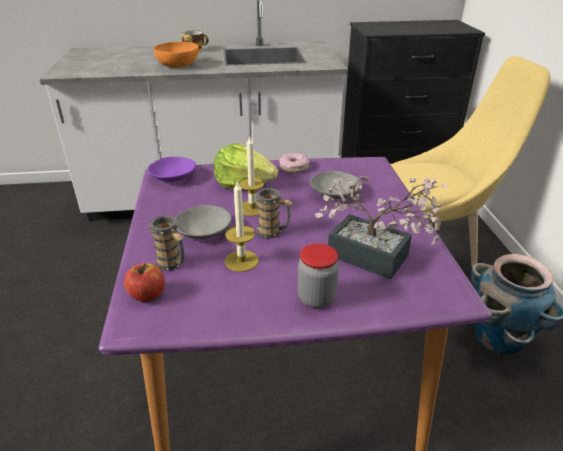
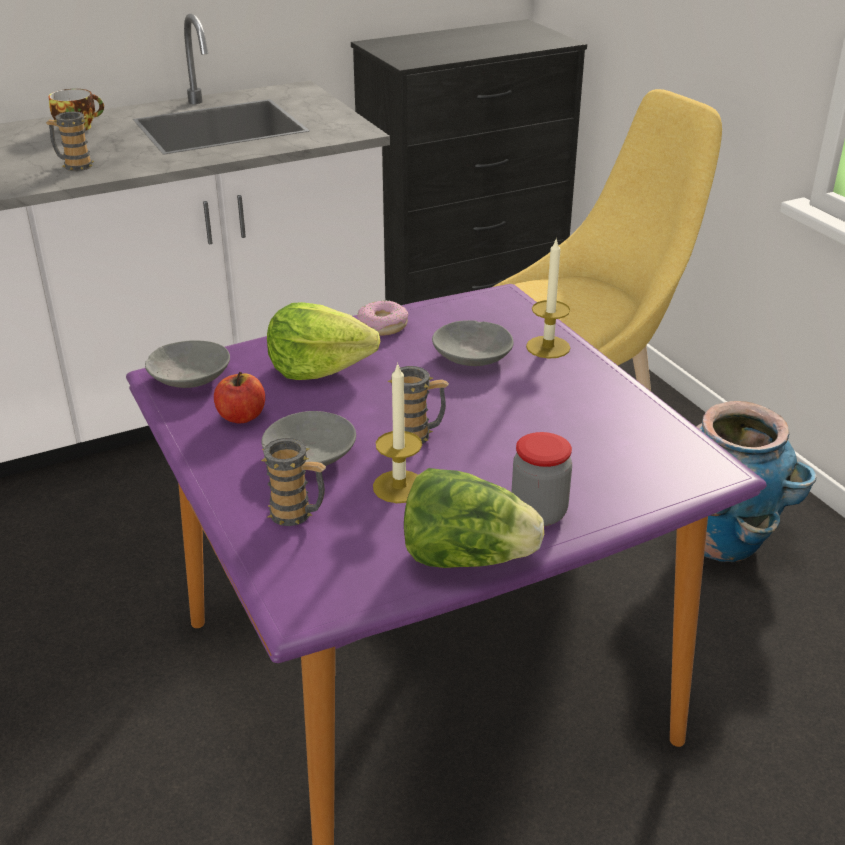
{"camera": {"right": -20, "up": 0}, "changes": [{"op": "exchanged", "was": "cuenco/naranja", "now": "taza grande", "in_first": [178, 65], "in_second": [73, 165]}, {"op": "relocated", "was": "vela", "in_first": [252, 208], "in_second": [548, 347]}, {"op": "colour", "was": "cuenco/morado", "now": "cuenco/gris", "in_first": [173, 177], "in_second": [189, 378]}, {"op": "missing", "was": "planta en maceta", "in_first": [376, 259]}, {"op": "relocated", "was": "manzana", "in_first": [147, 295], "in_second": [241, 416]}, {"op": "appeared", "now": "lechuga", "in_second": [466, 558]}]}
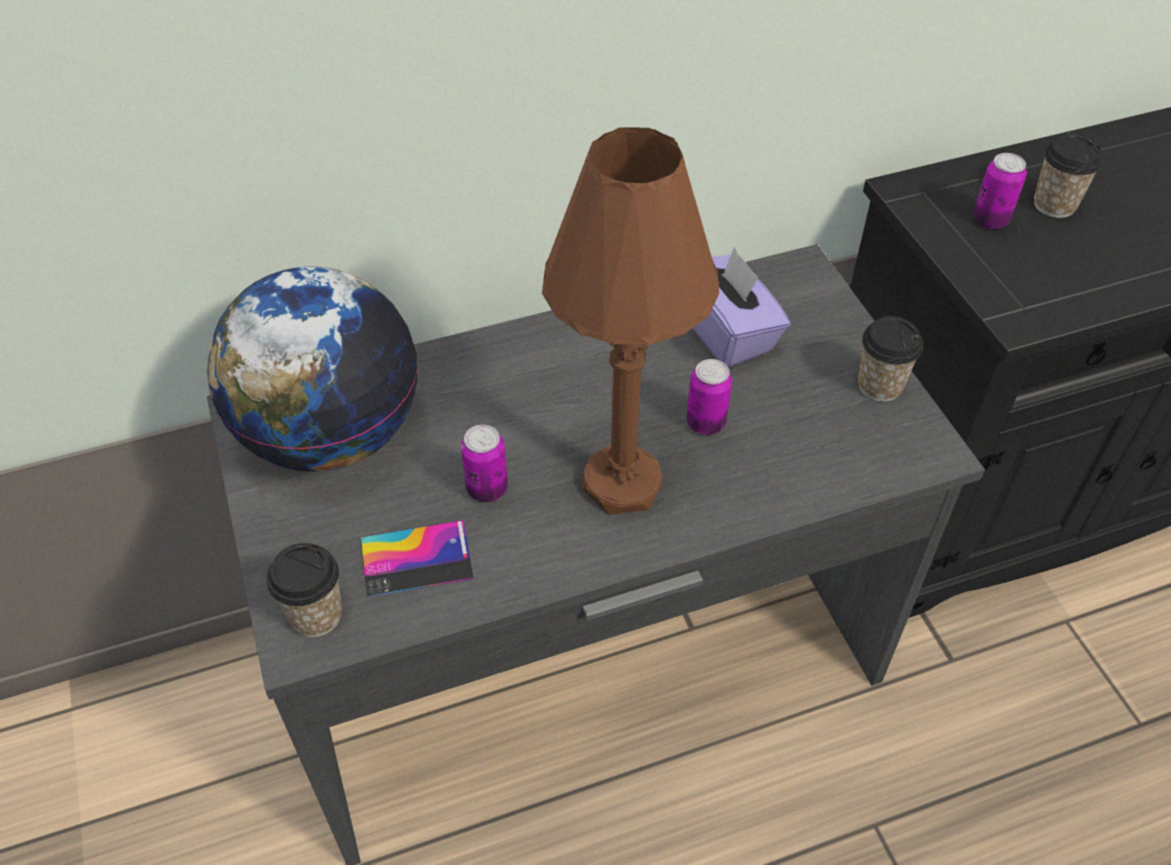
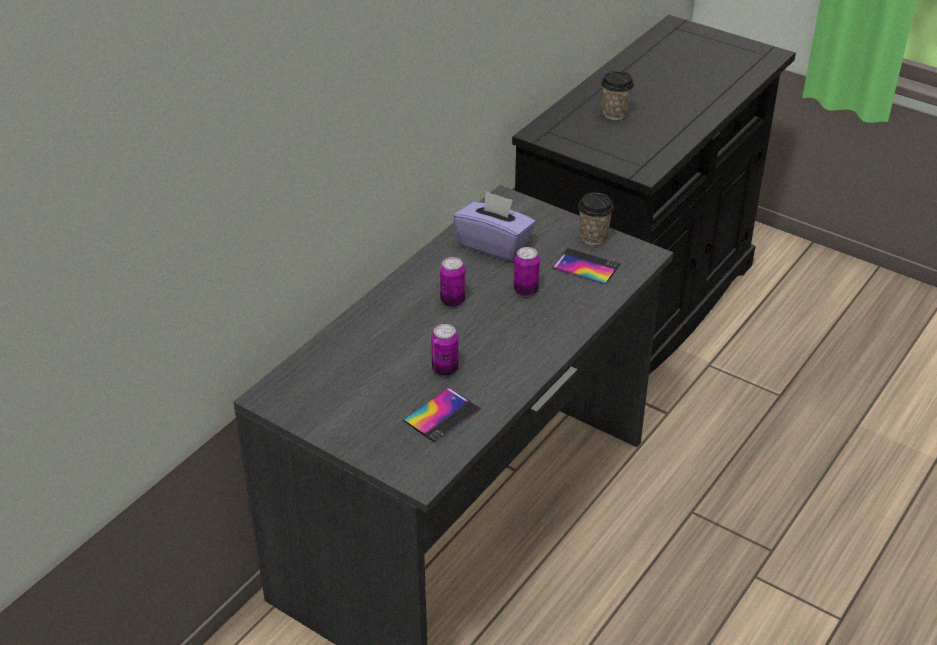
{"camera": {"right": -35, "up": -10}, "changes": [{"op": "missing", "was": "lámpara de mesa/marrón", "in_first": [622, 484]}, {"op": "relocated", "was": "lata", "in_first": [990, 220], "in_second": [452, 301]}, {"op": "missing", "was": "globo terráqueo", "in_first": [330, 435]}, {"op": "missing", "was": "taza", "in_first": [316, 615]}, {"op": "appeared", "now": "móvil", "in_second": [586, 266]}]}
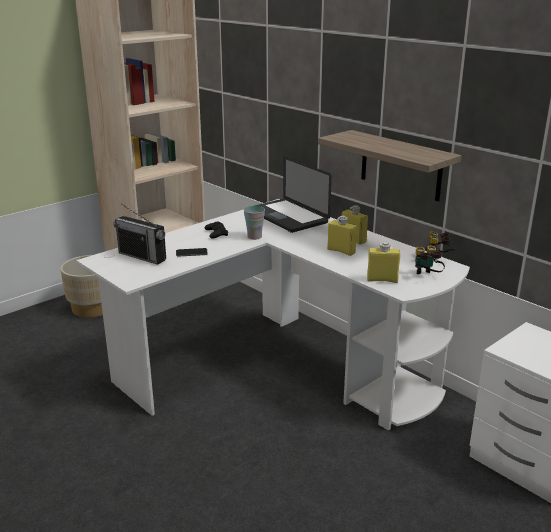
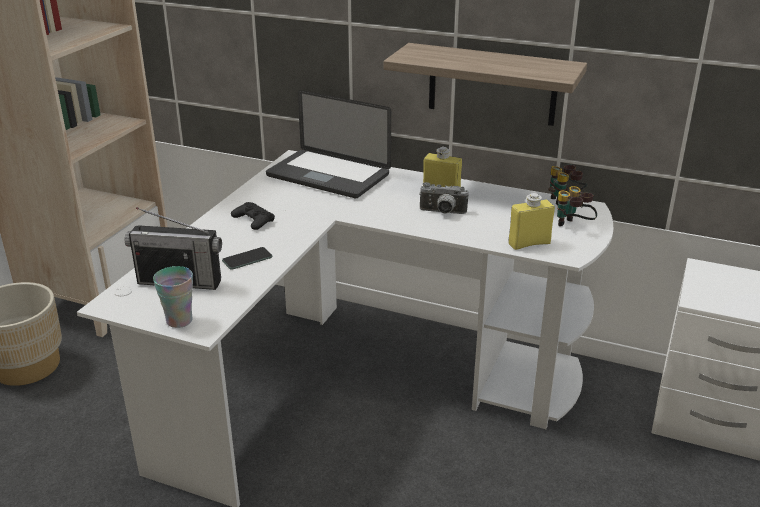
{"camera": {"right": -25, "up": 5}, "changes": [{"op": "relocated", "was": "taza", "in_first": [254, 237], "in_second": [179, 320]}, {"op": "exchanged", "was": "botella/amarillo", "now": "cámara", "in_first": [341, 251], "in_second": [442, 213]}]}
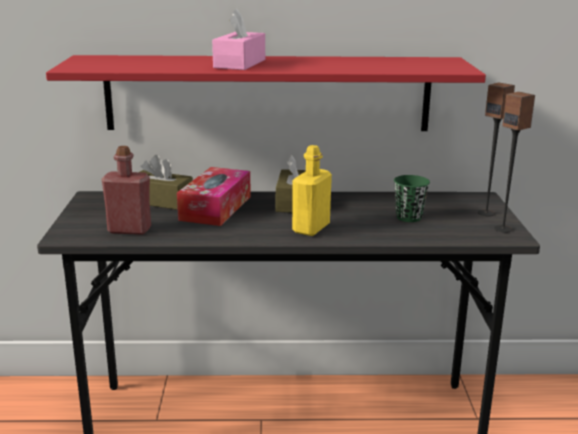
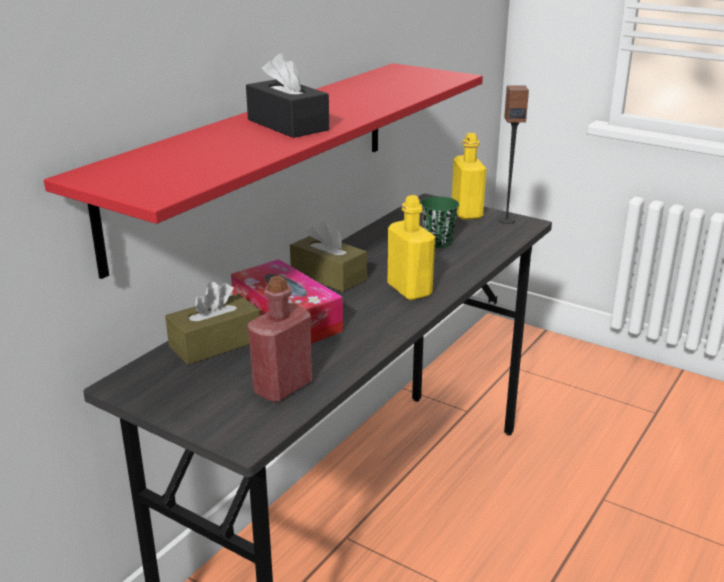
{"camera": {"right": -55, "up": 5}, "changes": [{"op": "colour", "was": "caja de pañuelos/rosa", "now": "caja de pañuelos/negro", "in_first": [240, 63], "in_second": [287, 125]}, {"op": "exchanged", "was": "altavoz", "now": "botella/amarillo", "in_first": [486, 213], "in_second": [466, 213]}]}
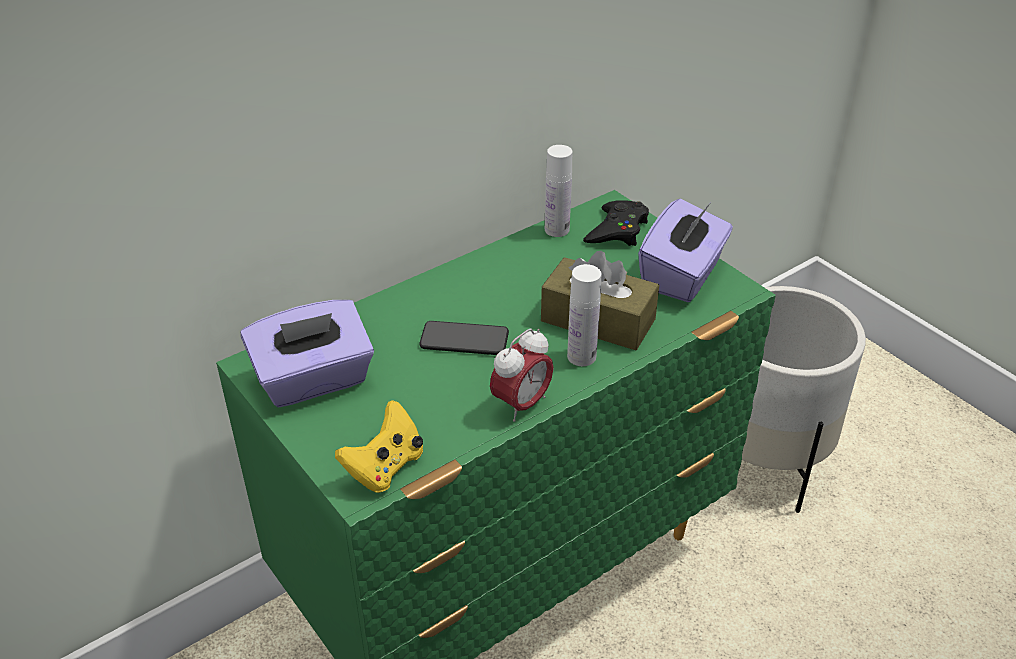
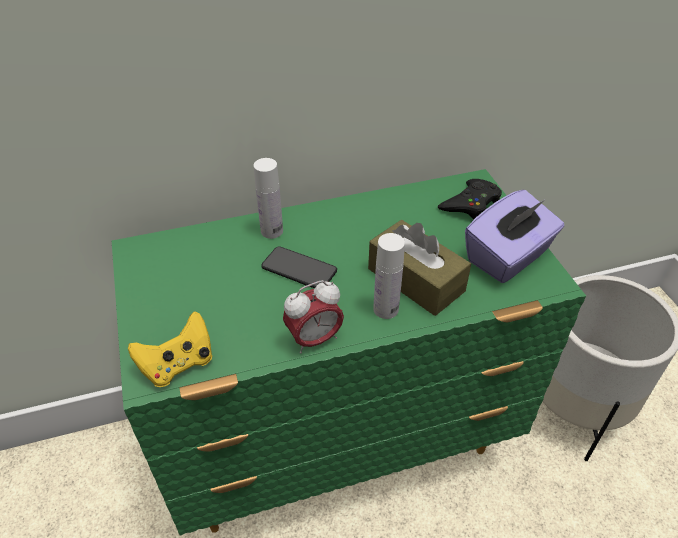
{"camera": {"right": 20, "up": 5}, "changes": [{"op": "relocated", "was": "botella/blanco", "in_first": [557, 229], "in_second": [272, 231]}, {"op": "missing", "was": "caja de pañuelos/morado", "in_first": [314, 380]}]}
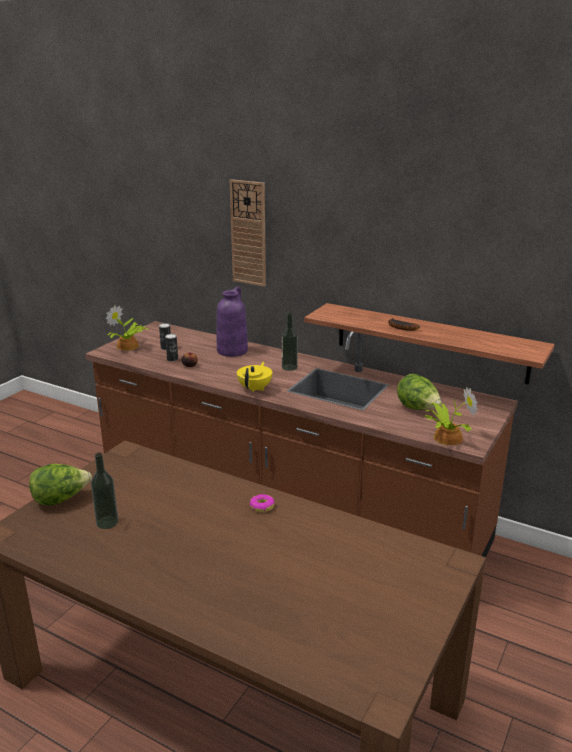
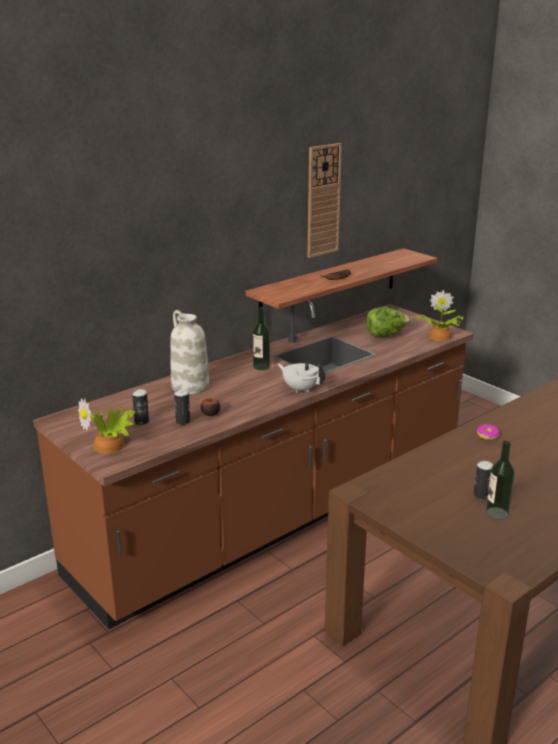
{"camera": {"right": -70, "up": 0}, "changes": [{"op": "relocated", "was": "reloj de pared", "in_first": [248, 233], "in_second": [323, 200]}, {"op": "colour", "was": "florero/morado", "now": "florero/blanco", "in_first": [232, 350], "in_second": [189, 386]}, {"op": "colour", "was": "tetera/amarillo", "now": "tetera/blanco", "in_first": [255, 389], "in_second": [301, 389]}, {"op": "missing", "was": "lechuga", "in_first": [61, 499]}, {"op": "appeared", "now": "lata", "in_second": [481, 495]}]}
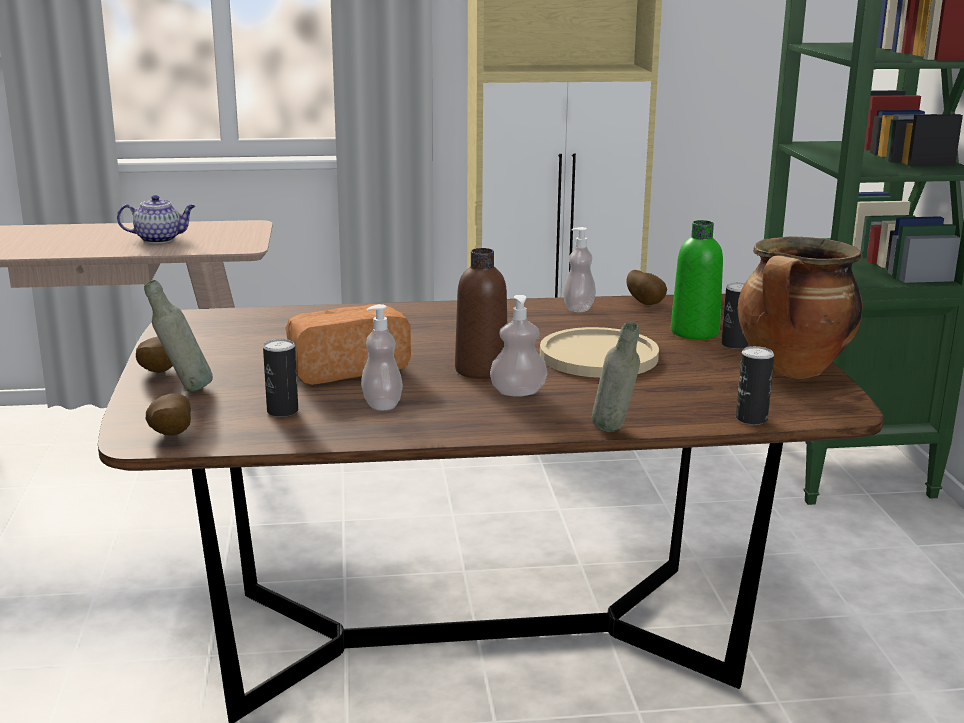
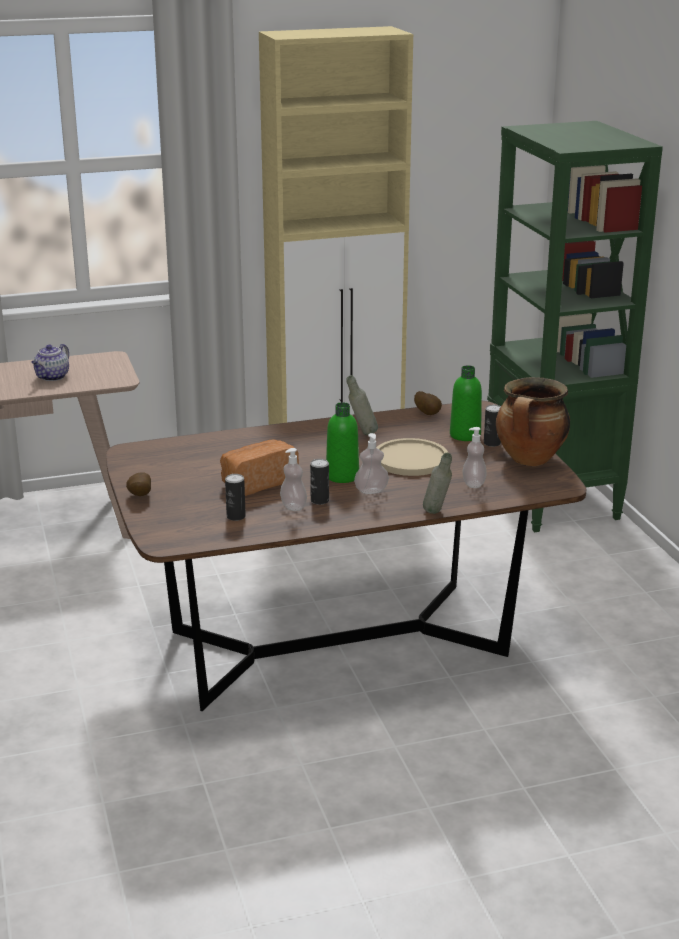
{"camera": {"right": -10, "up": 5}, "changes": [{"op": "spun", "was": "tetera", "in_first": [160, 239], "in_second": [52, 377], "clockwise": 135}, {"op": "relocated", "was": "dispensador de jabón", "in_first": [578, 308], "in_second": [473, 484]}, {"op": "colour", "was": "botella/marrón", "now": "botella/verde", "in_first": [481, 370], "in_second": [342, 476]}, {"op": "relocated", "was": "botella/gris", "in_first": [184, 390], "in_second": [362, 434]}, {"op": "relocated", "was": "lata", "in_first": [751, 419], "in_second": [319, 501]}, {"op": "missing", "was": "patata", "in_first": [170, 436]}]}
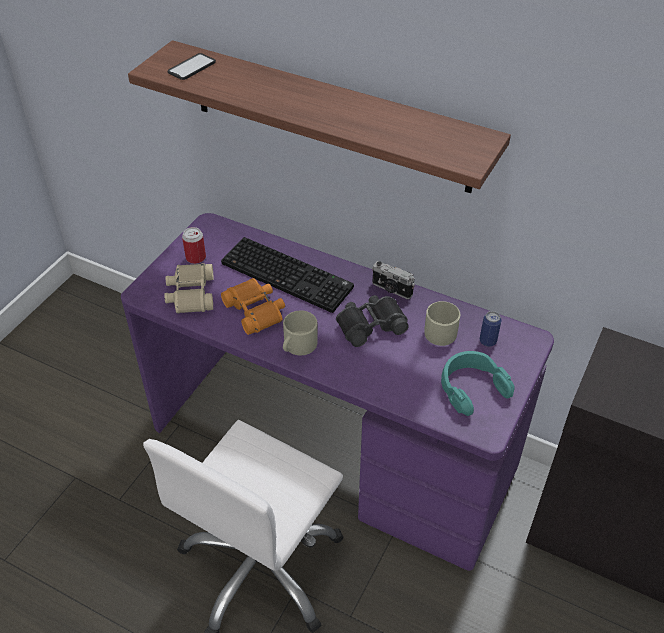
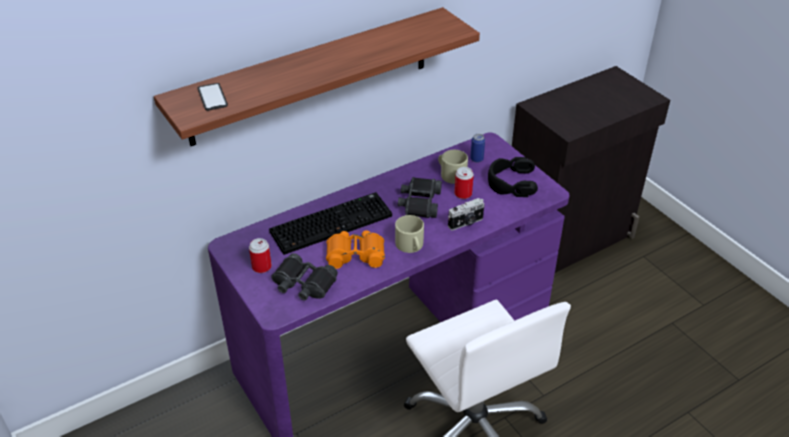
{"camera": {"right": -60, "up": -5}, "changes": [{"op": "relocated", "was": "cámara", "in_first": [391, 290], "in_second": [466, 223]}, {"op": "colour", "was": "prismáticos/beis", "now": "prismáticos/negro", "in_first": [190, 294], "in_second": [303, 284]}, {"op": "colour", "was": "auriculares/turquesa", "now": "auriculares/negro", "in_first": [472, 388], "in_second": [511, 182]}, {"op": "appeared", "now": "lata", "in_second": [463, 194]}]}
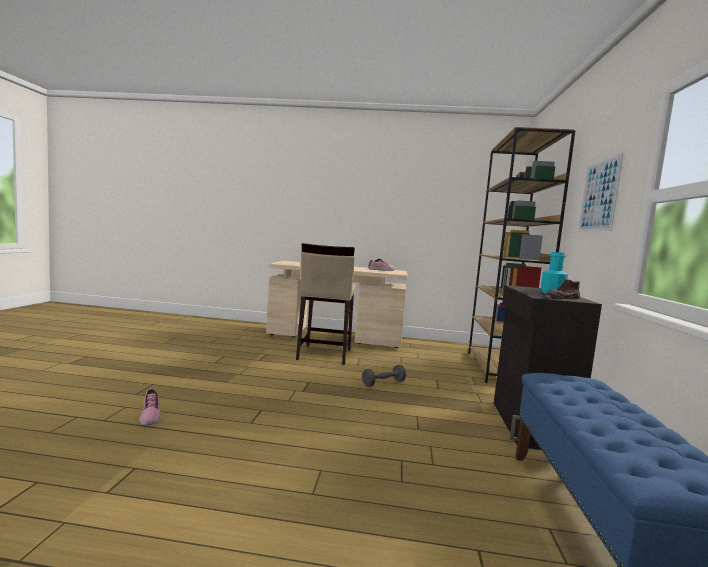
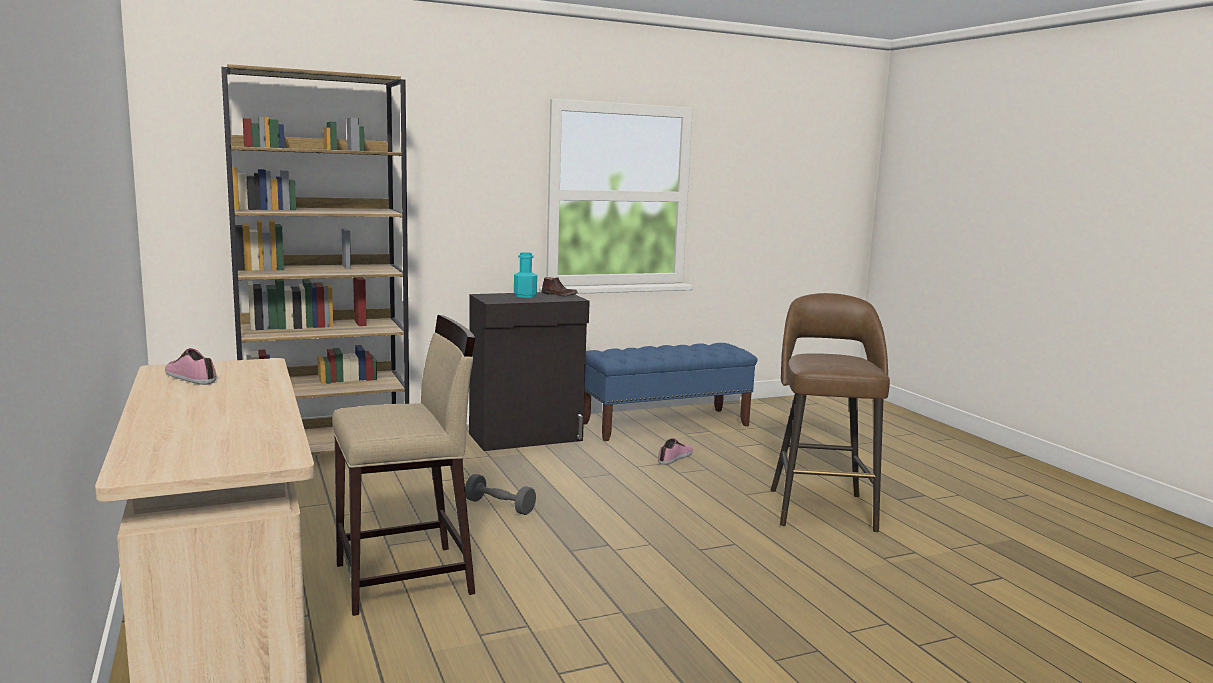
{"camera": {"right": -120, "up": 5}, "changes": [{"op": "missing", "was": "cuadro", "in_first": [599, 196]}, {"op": "relocated", "was": "zapato", "in_first": [149, 414], "in_second": [675, 458]}, {"op": "appeared", "now": "taburete/marrón", "in_second": [821, 508]}]}
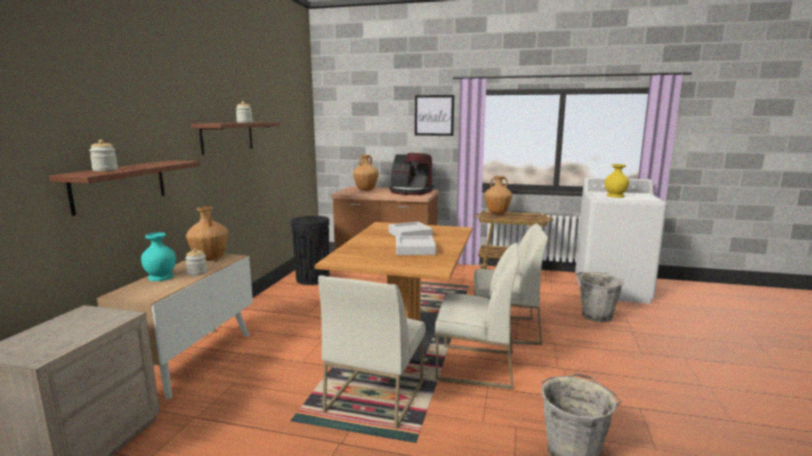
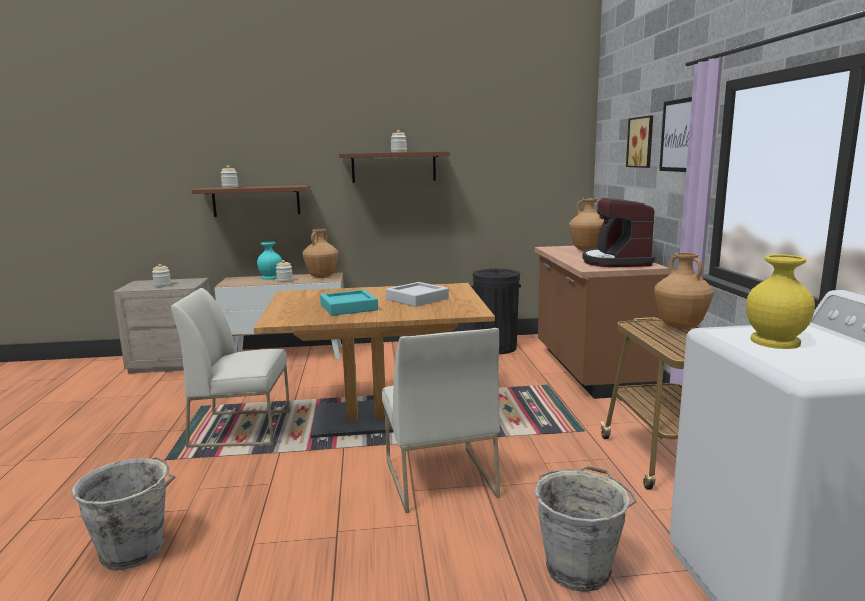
{"camera": {"right": 70, "up": 0}, "changes": [{"op": "colour", "was": "bandeja/gris", "now": "bandeja/turquesa", "in_first": [415, 249], "in_second": [348, 307]}, {"op": "missing", "was": "silla/blanco", "in_first": [475, 366]}, {"op": "appeared", "now": "cuadro", "in_second": [642, 142]}, {"op": "appeared", "now": "tarro", "in_second": [162, 285]}]}
